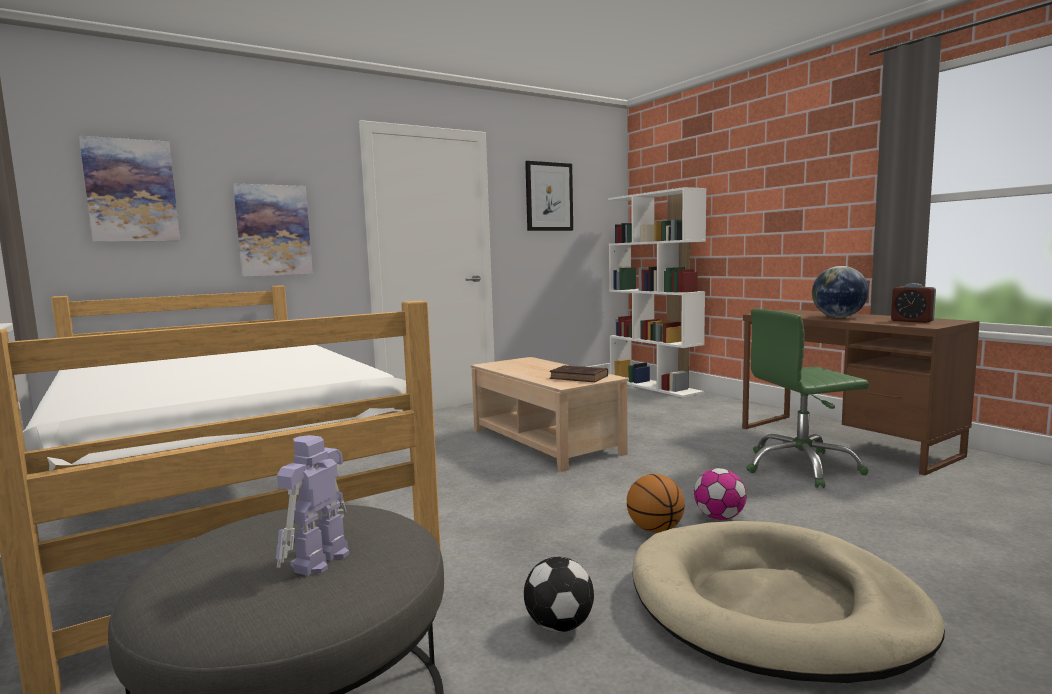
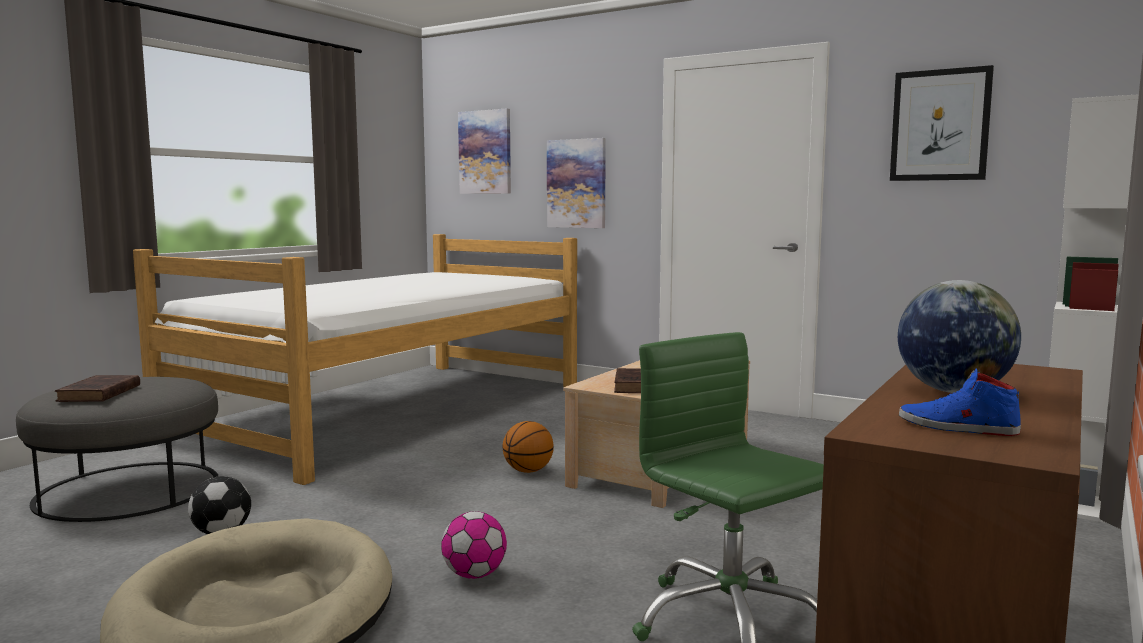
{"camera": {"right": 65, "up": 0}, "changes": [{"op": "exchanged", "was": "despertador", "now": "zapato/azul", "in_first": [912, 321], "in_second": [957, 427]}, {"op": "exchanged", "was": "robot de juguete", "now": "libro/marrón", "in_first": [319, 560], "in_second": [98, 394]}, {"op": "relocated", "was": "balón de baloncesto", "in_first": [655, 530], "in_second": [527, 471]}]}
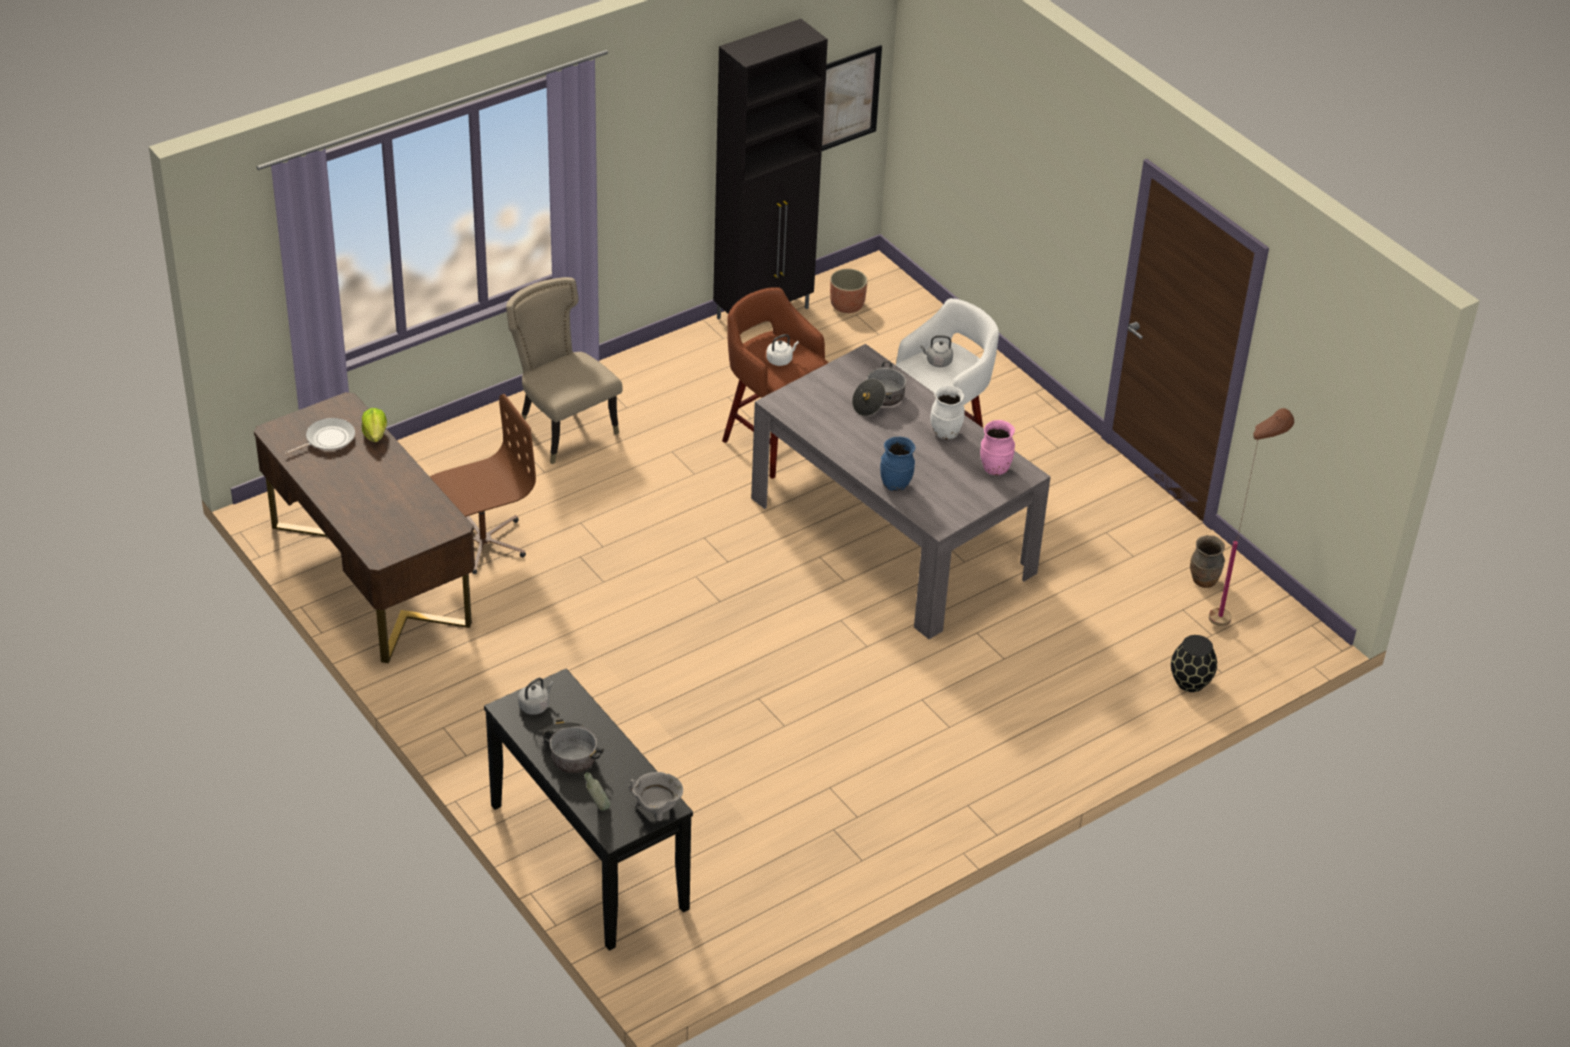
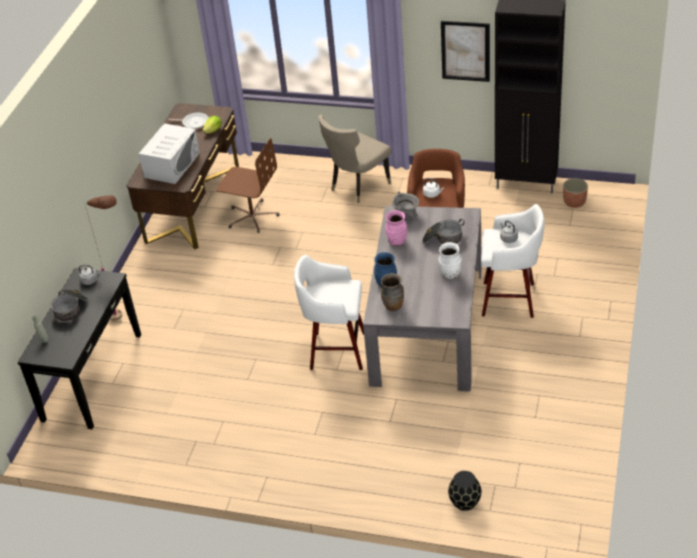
{"camera": {"right": 55, "up": 0}, "changes": [{"op": "relocated", "was": "cuadro", "in_first": [848, 98], "in_second": [465, 51]}, {"op": "spun", "was": "silla/beis", "in_first": [563, 428], "in_second": [357, 186], "clockwise": -150}, {"op": "relocated", "was": "lámpara de pie/marrón", "in_first": [1230, 614], "in_second": [128, 318]}, {"op": "relocated", "was": "florero/rosa", "in_first": [995, 469], "in_second": [396, 241]}, {"op": "relocated", "was": "florero/marrón", "in_first": [1203, 581], "in_second": [393, 306]}, {"op": "relocated", "was": "olla/gris", "in_first": [656, 812], "in_second": [406, 215]}, {"op": "appeared", "now": "microondas/blanco", "in_second": [172, 165]}, {"op": "appeared", "now": "taburete/blanco", "in_second": [336, 351]}]}
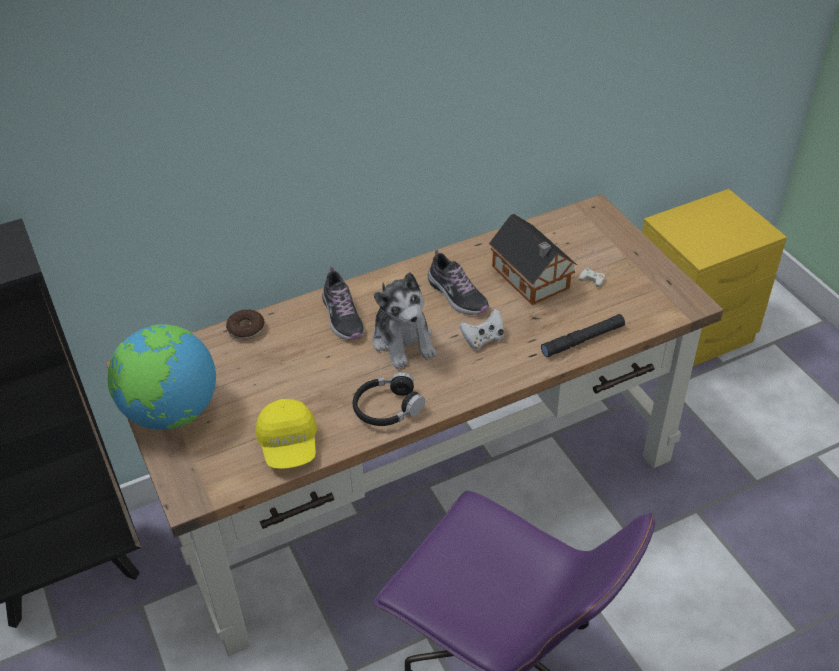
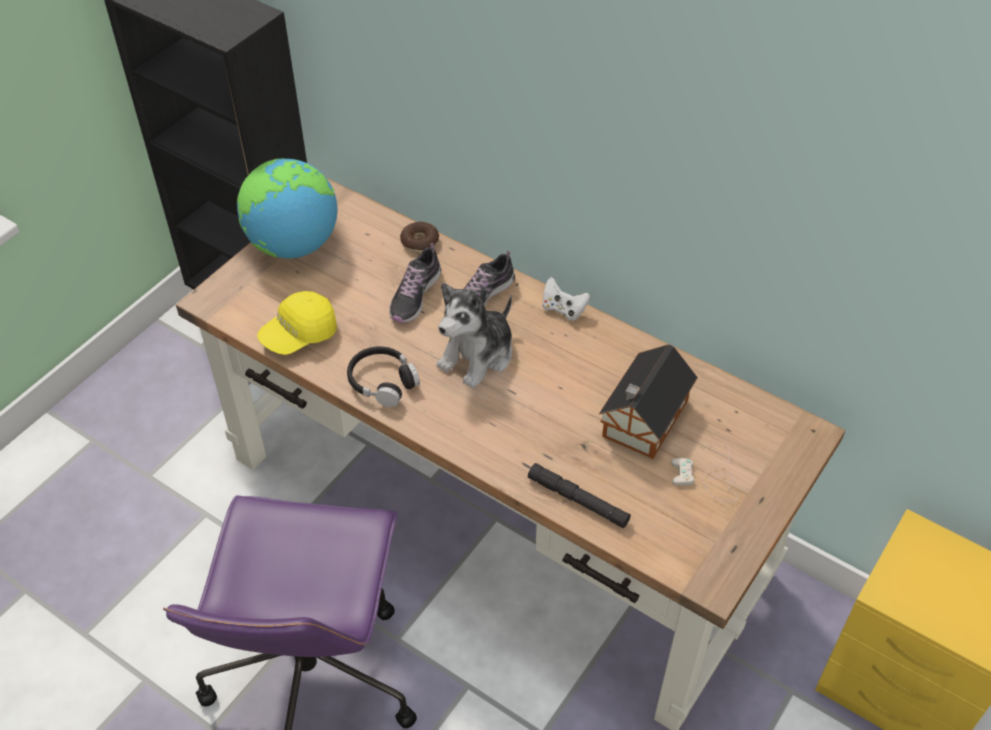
{"camera": {"right": 60, "up": 5}, "changes": [{"op": "relocated", "was": "zapato", "in_first": [457, 295], "in_second": [415, 296]}, {"op": "relocated", "was": "mando de consola/blanco", "in_first": [483, 339], "in_second": [563, 309]}]}
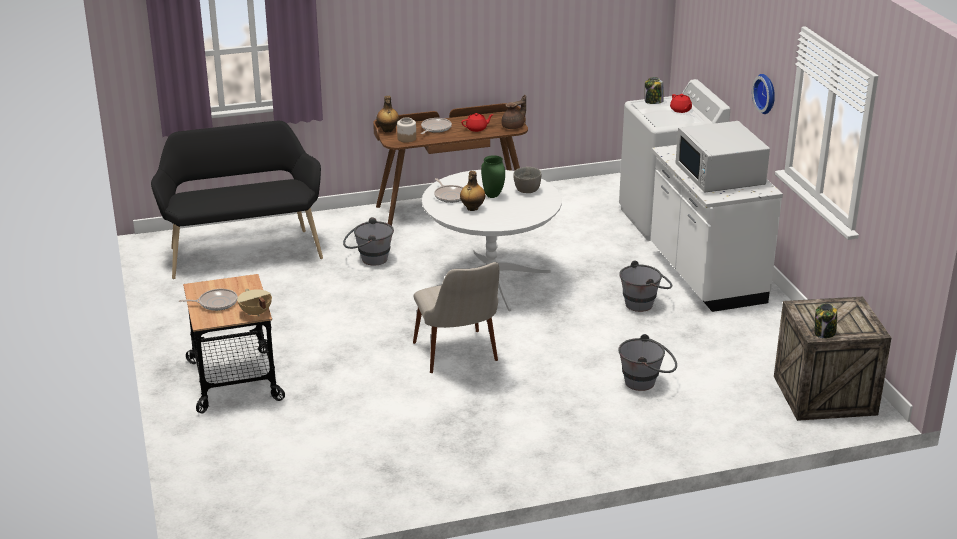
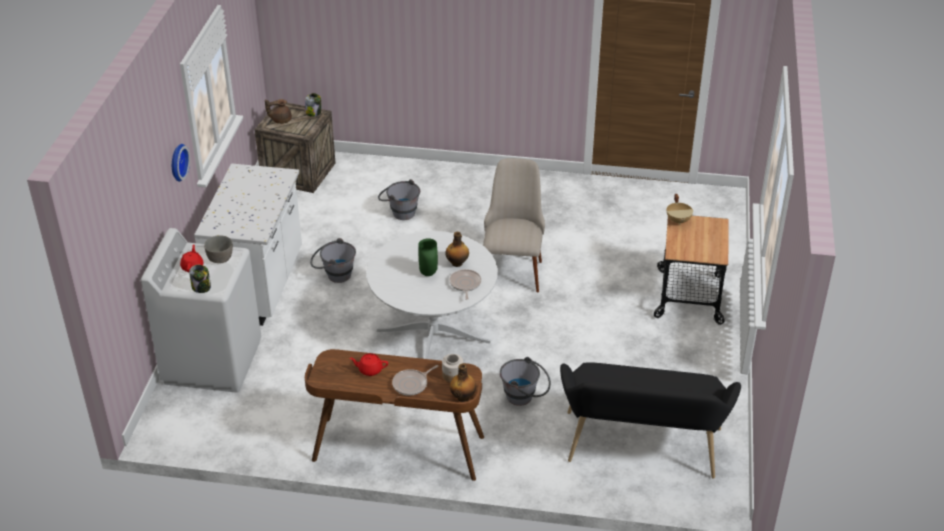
{"camera": {"right": -155, "up": 10}, "changes": [{"op": "relocated", "was": "tetera/marrón", "in_first": [514, 126], "in_second": [280, 120]}, {"op": "missing", "was": "microondas/blanco", "in_first": [720, 175]}, {"op": "relocated", "was": "cuenco/gris", "in_first": [526, 190], "in_second": [220, 258]}, {"op": "missing", "was": "sartén", "in_first": [216, 303]}]}
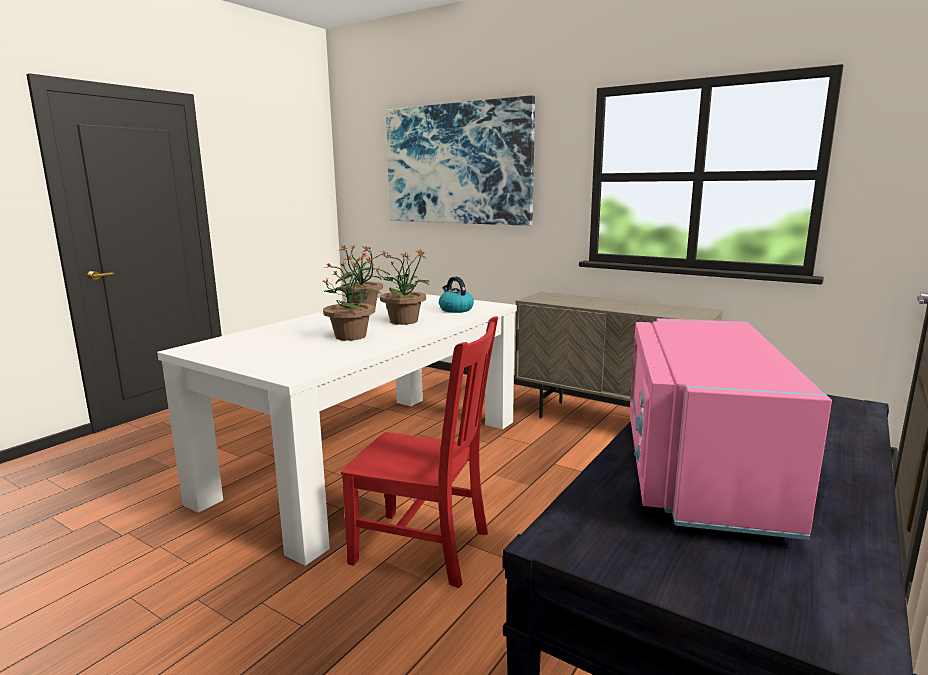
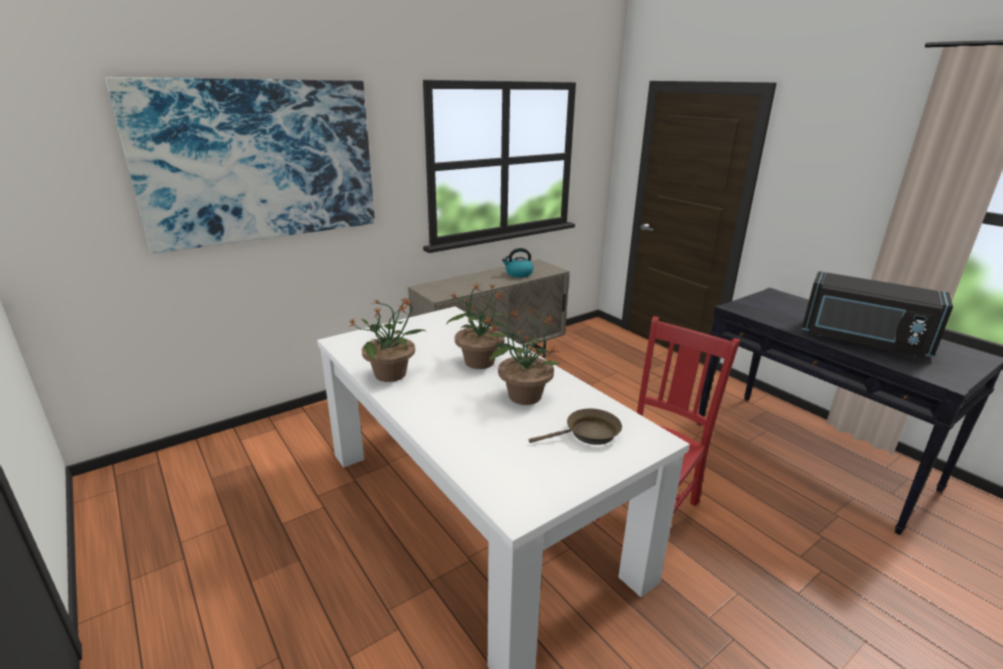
{"camera": {"right": -70, "up": 10}, "changes": [{"op": "relocated", "was": "hervidor", "in_first": [455, 309], "in_second": [518, 274]}, {"op": "colour", "was": "microondas/rosa", "now": "microondas/negro", "in_first": [696, 469], "in_second": [863, 341]}, {"op": "appeared", "now": "sartén/marrón", "in_second": [588, 434]}]}
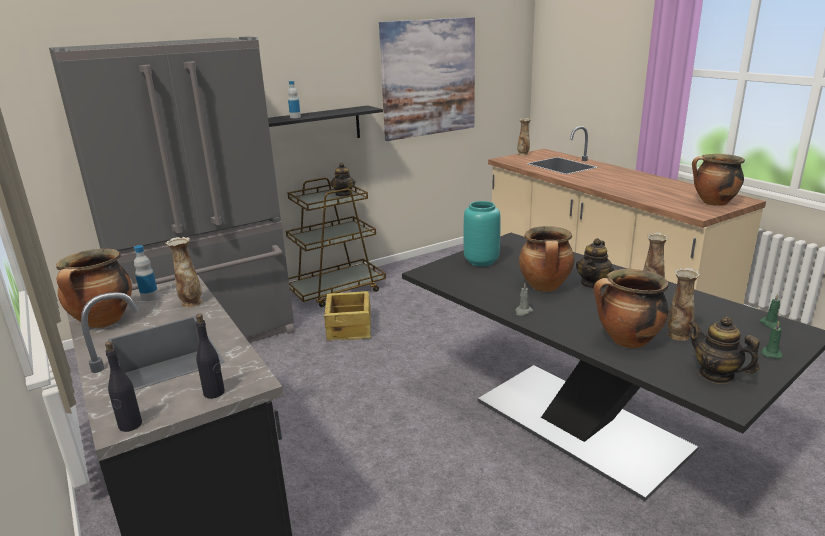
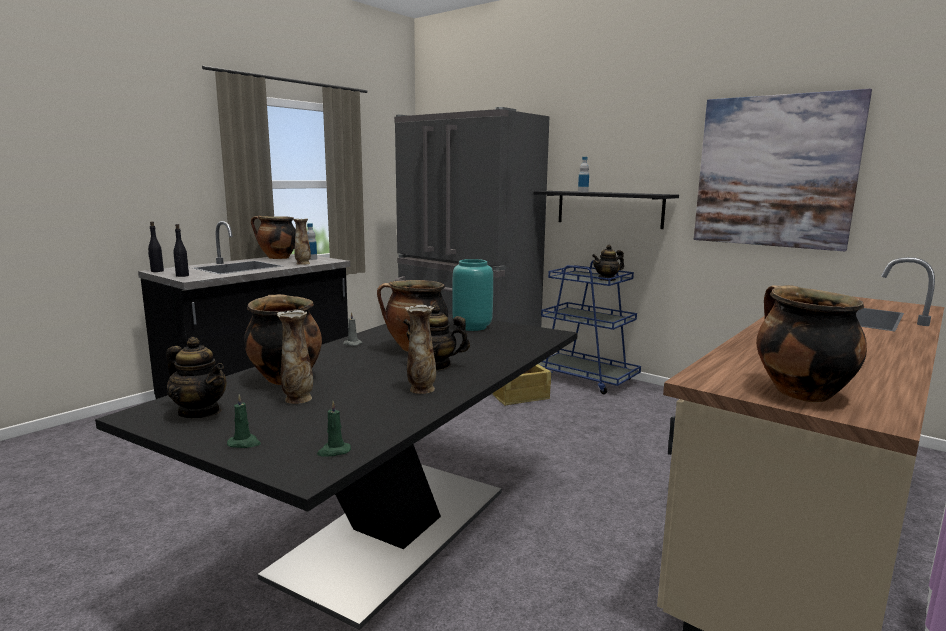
{"camera": {"right": 70, "up": -10}, "changes": [{"op": "missing", "was": "florero", "in_first": [523, 154]}, {"op": "colour", "was": "carrito/marrón", "now": "carrito/azul", "in_first": [336, 290], "in_second": [585, 379]}, {"op": "spun", "was": "tetera", "in_first": [716, 375], "in_second": [200, 412], "clockwise": 90}]}
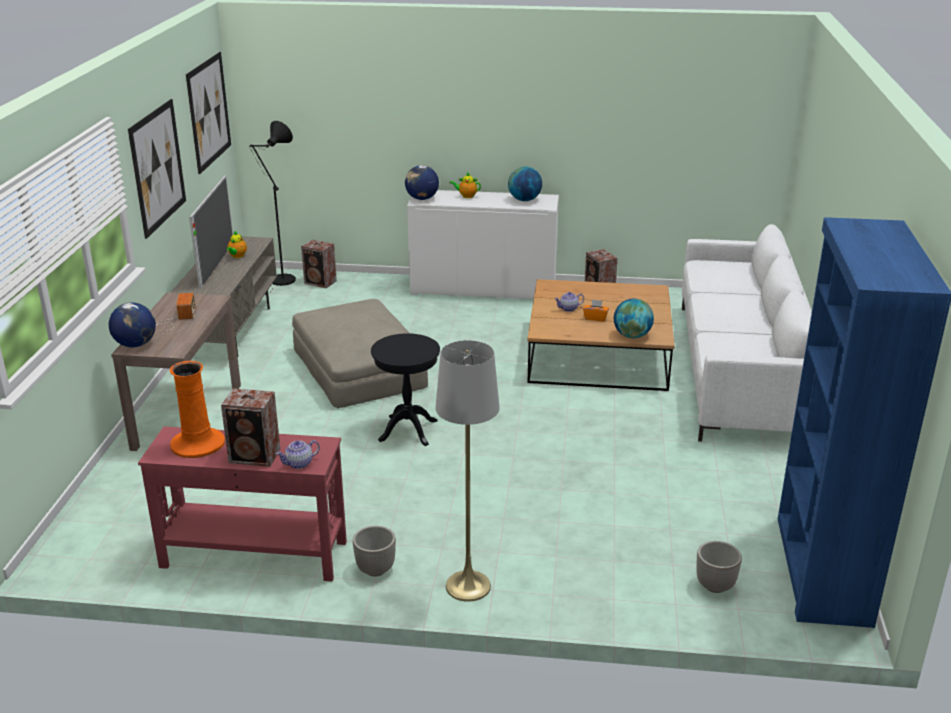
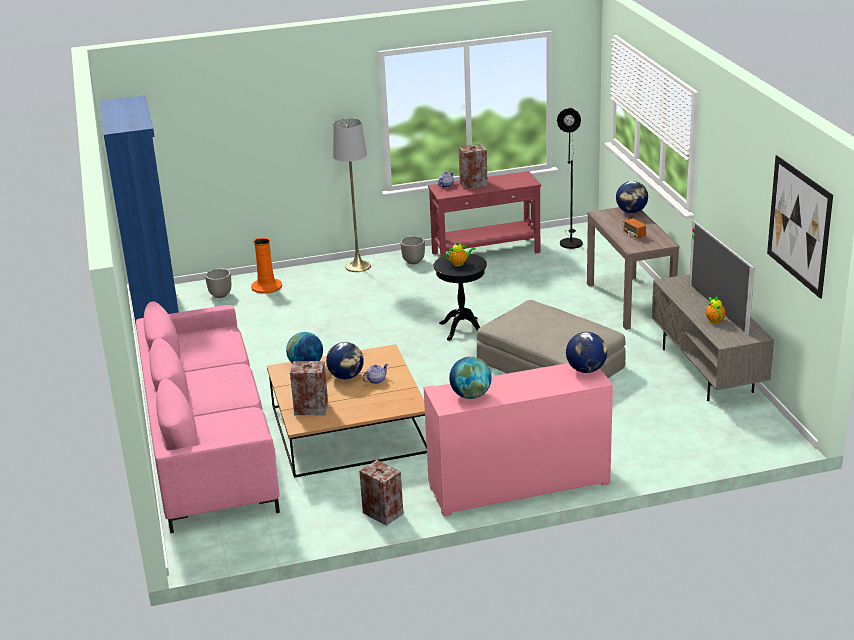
{"camera": {"right": 160, "up": 0}, "changes": [{"op": "missing", "was": "cuadro", "in_first": [158, 167]}, {"op": "relocated", "was": "lámpara de pie/negro", "in_first": [280, 282], "in_second": [570, 241]}, {"op": "relocated", "was": "tetera", "in_first": [466, 196], "in_second": [459, 263]}, {"op": "colour", "was": "armario/blanco", "now": "armario/rosa", "in_first": [483, 289], "in_second": [519, 484]}, {"op": "colour", "was": "sofá/blanco", "now": "sofá/rosa", "in_first": [739, 370], "in_second": [209, 444]}, {"op": "relocated", "was": "altavoz", "in_first": [321, 282], "in_second": [310, 408]}, {"op": "exchanged", "was": "caja de pañuelos/naranja", "now": "globo terráqueo", "in_first": [595, 318], "in_second": [346, 376]}, {"op": "relocated", "was": "florero/naranja", "in_first": [198, 443], "in_second": [266, 286]}]}
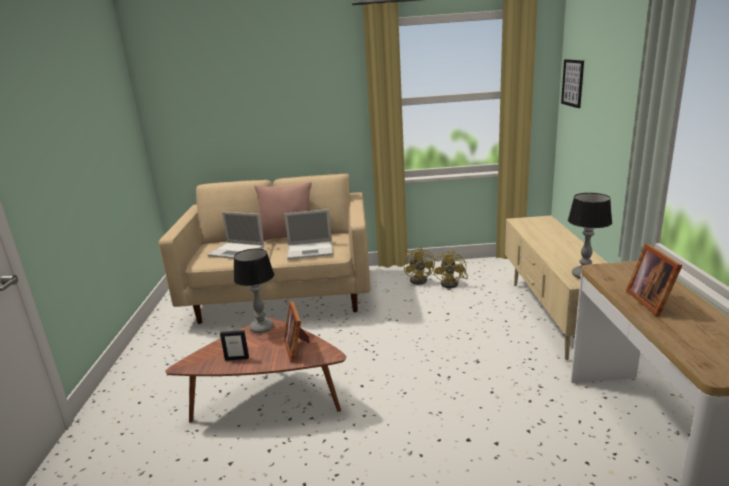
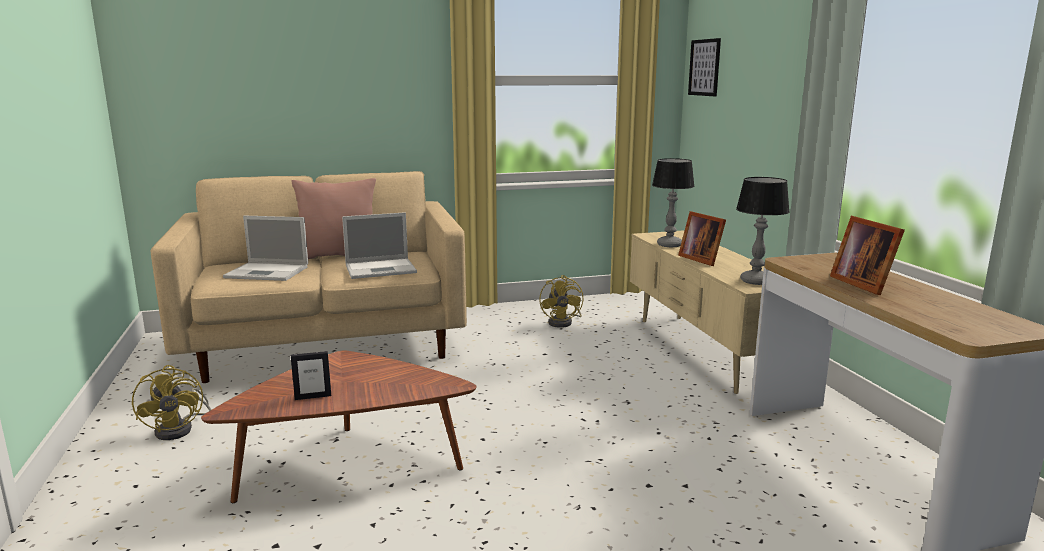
{"camera": {"right": -15, "up": -5}, "changes": [{"op": "relocated", "was": "ventilador/amarillo", "in_first": [420, 279], "in_second": [180, 429]}, {"op": "relocated", "was": "lámpara de mesa", "in_first": [261, 328], "in_second": [669, 245]}, {"op": "relocated", "was": "portarretratos", "in_first": [297, 348], "in_second": [701, 259]}]}
